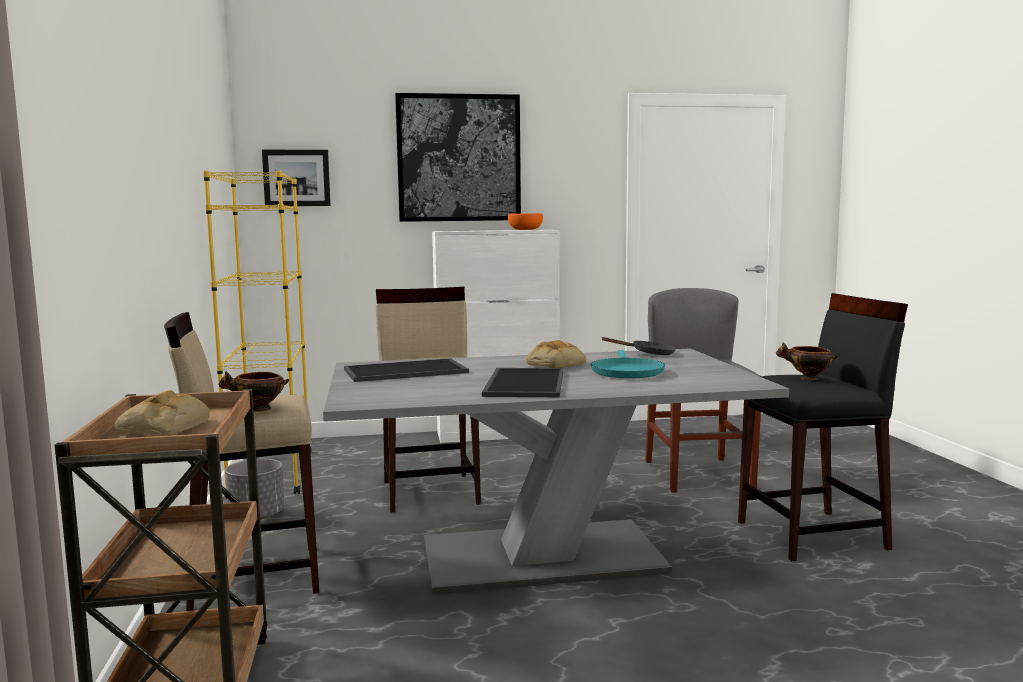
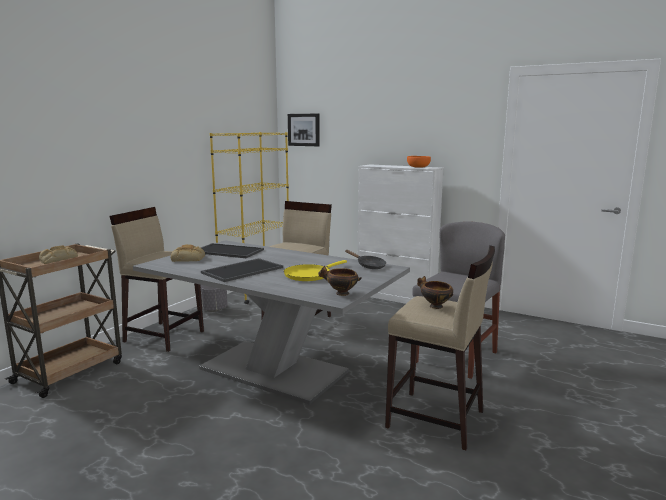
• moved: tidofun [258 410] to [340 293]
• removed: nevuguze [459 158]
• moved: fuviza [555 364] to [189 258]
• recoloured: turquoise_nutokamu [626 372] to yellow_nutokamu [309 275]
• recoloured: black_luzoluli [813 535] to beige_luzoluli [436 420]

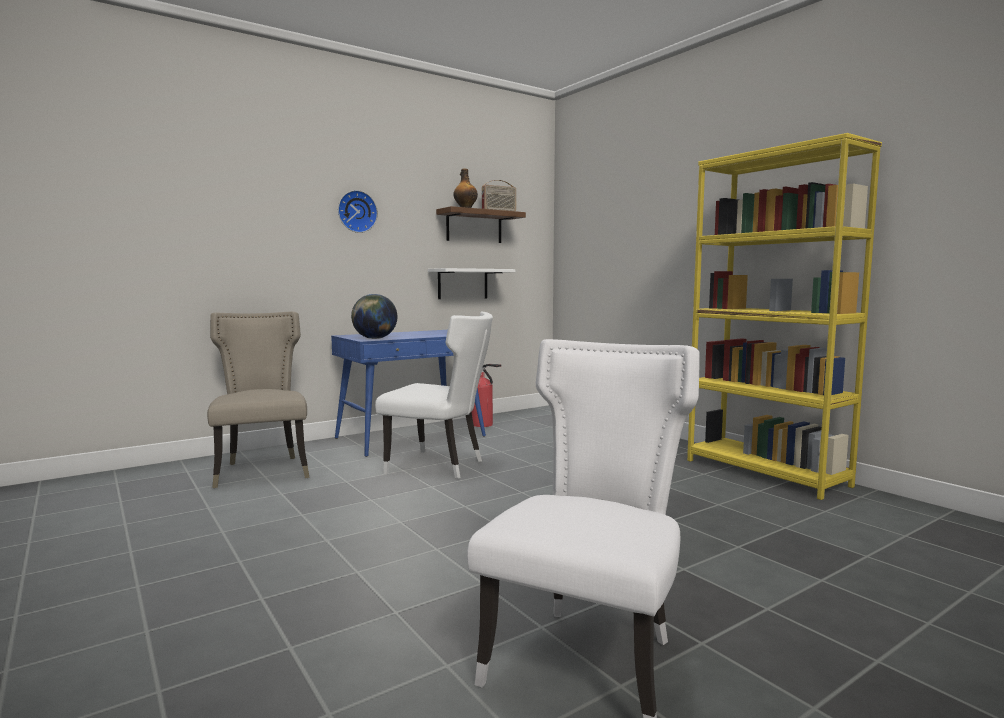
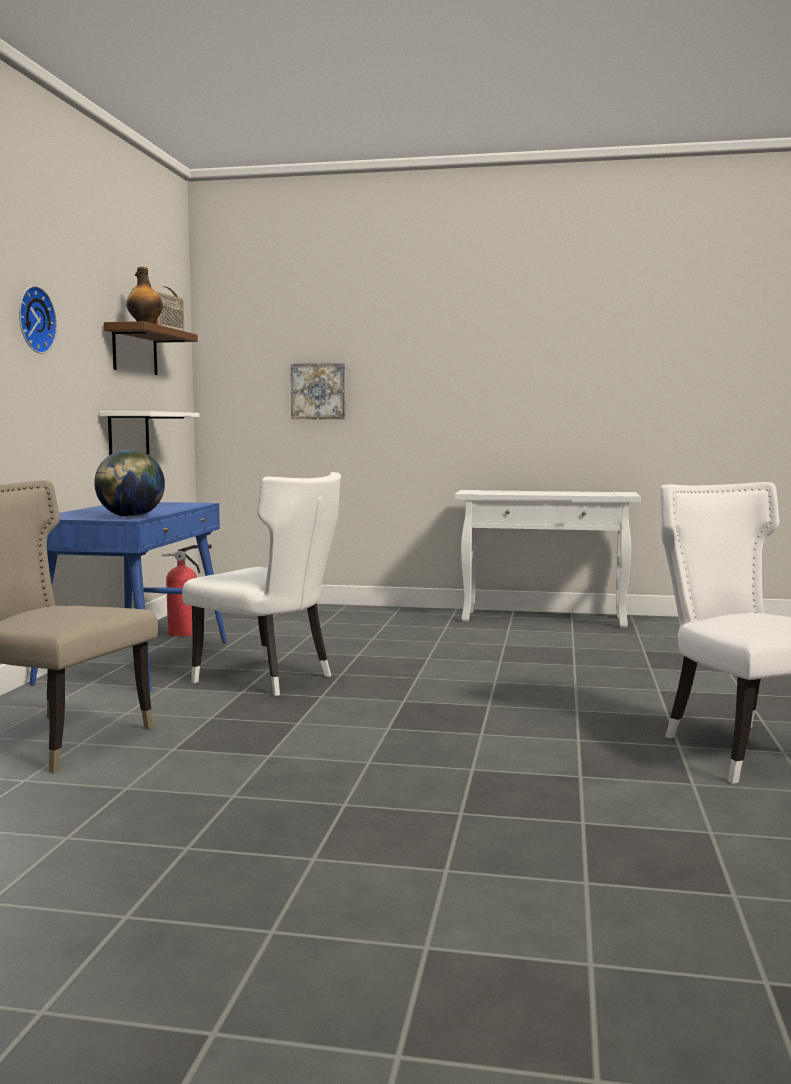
• turned: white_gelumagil [439 466] = [270 679] 60 degrees clockwise
• replaced: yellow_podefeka [765 473] to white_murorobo [545 619]
• added: nevuguze [319 391]

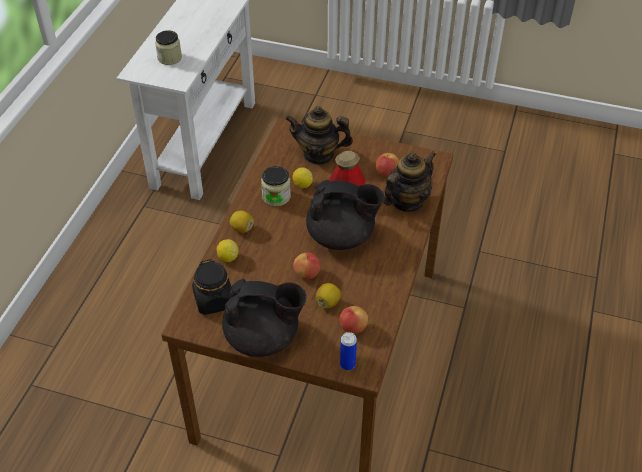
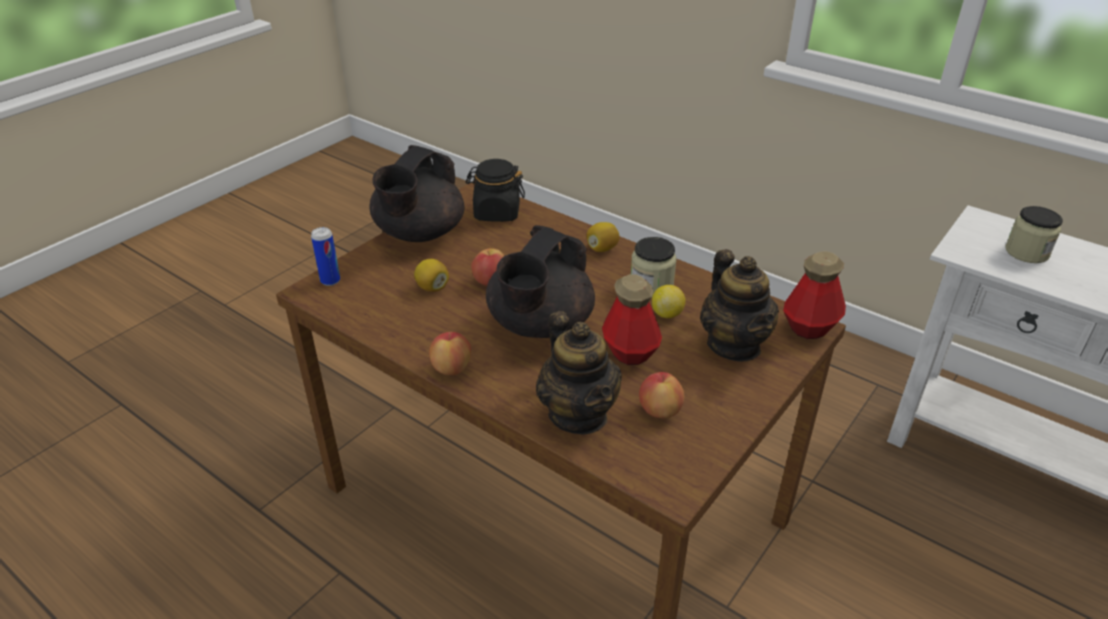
• removed: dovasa [228 257]
• turned: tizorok [318 155] = [734 345] 135 degrees clockwise
• moved: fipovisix [353 328] to [451 368]
• added: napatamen [810 327]

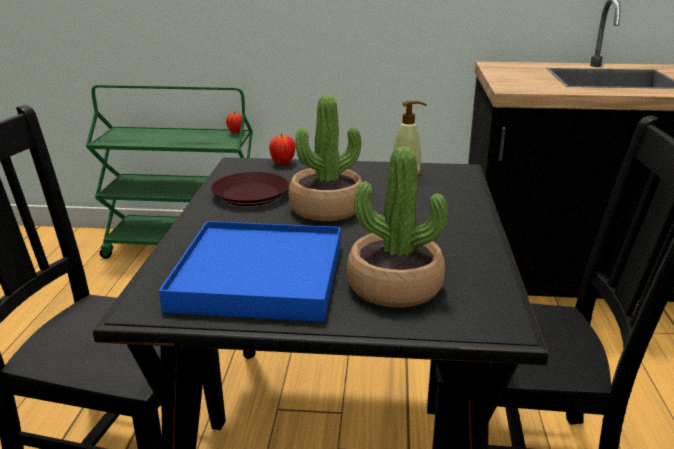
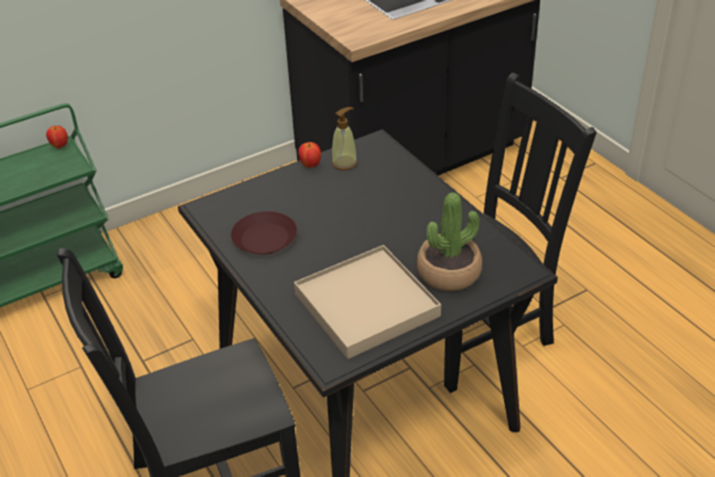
• recoloured: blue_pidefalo [260 276] to beige_pidefalo [366 304]
• moved: fipovisix [283 163] to [310 165]
• removed: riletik [326 209]

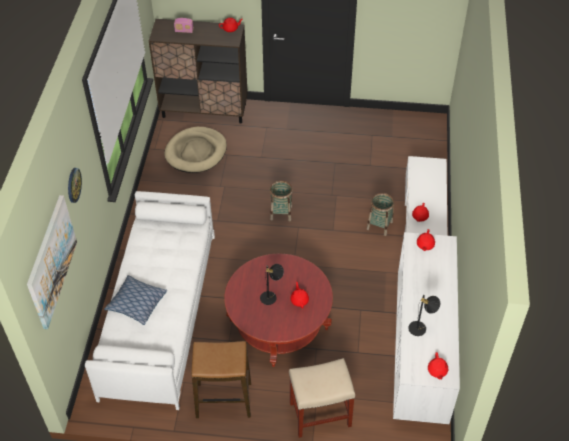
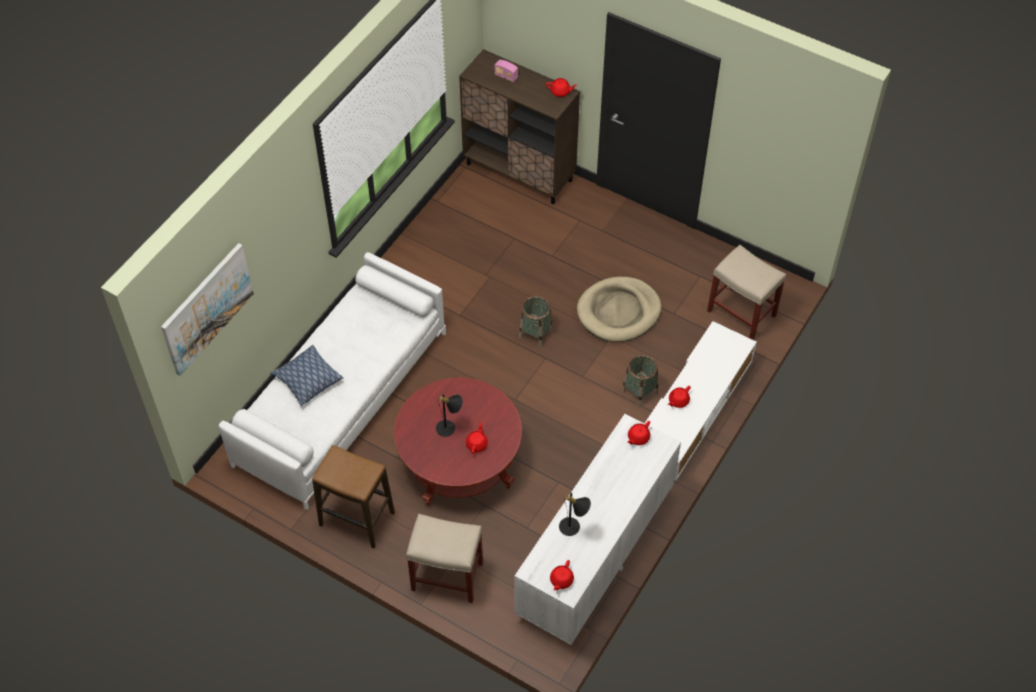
• removed: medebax [73 185]
• moved: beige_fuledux [196 152] to [619 312]
• added: beige_luzoluli [742 313]

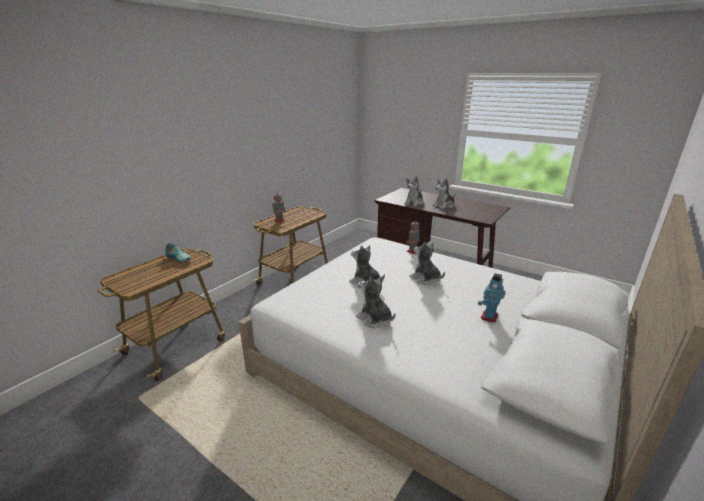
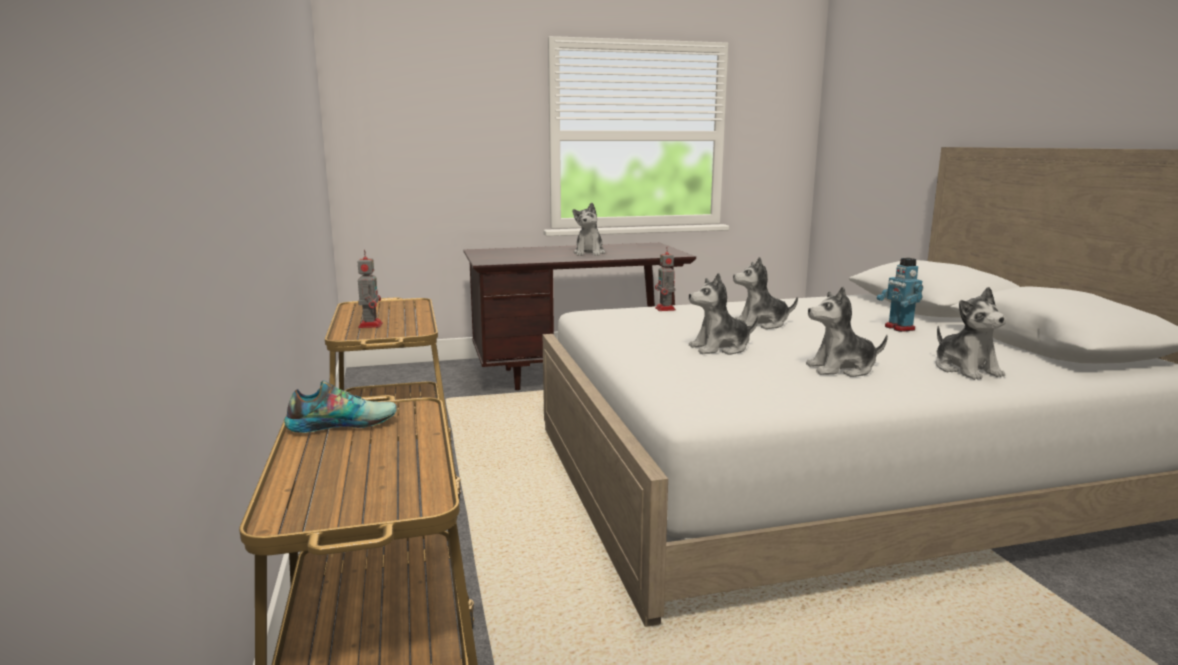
• moved: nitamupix [414 203] to [966 369]

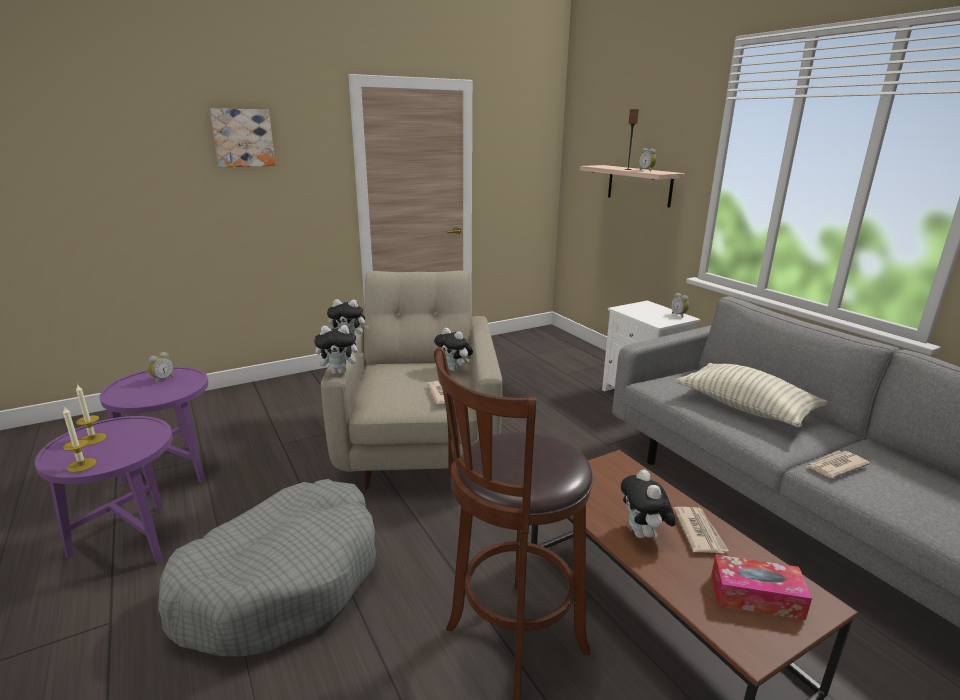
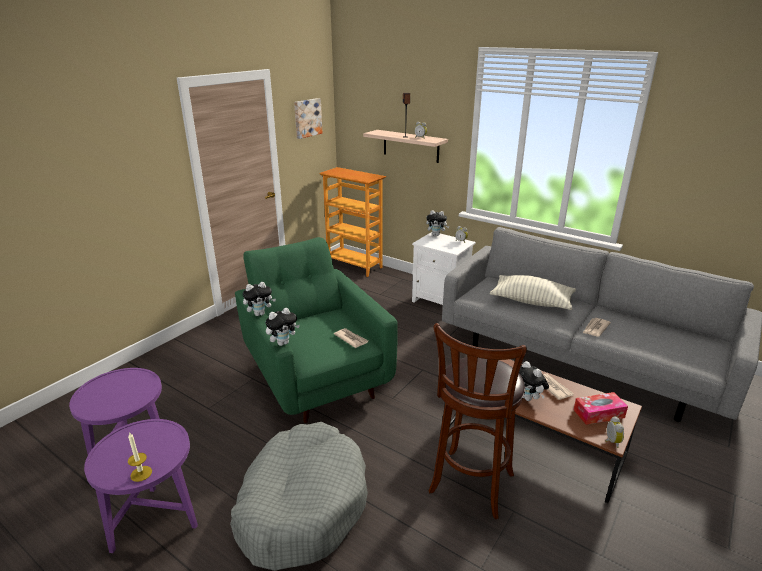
• removed: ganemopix [93 439]
• moved: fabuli [162 379] to [611 441]
• moved: nevuguze [243 138] to [307 118]
• recoloured: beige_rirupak [420 441] to green_rirupak [315 375]
• moved: nitamupix [454 369] to [436 234]
• added: podefeka [355 266]

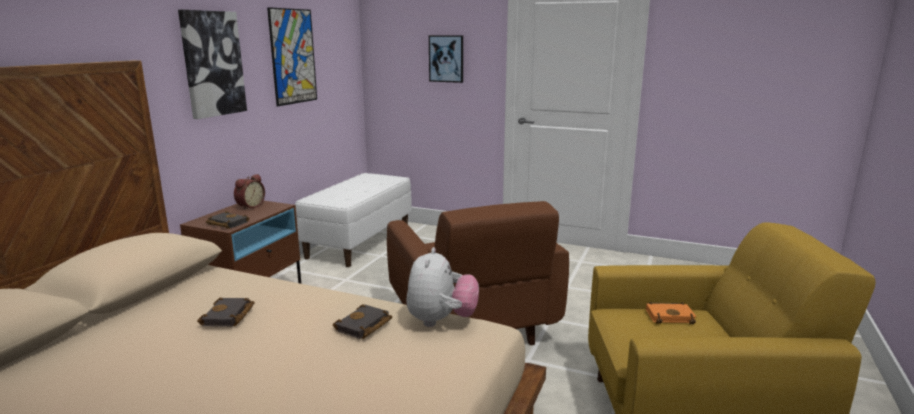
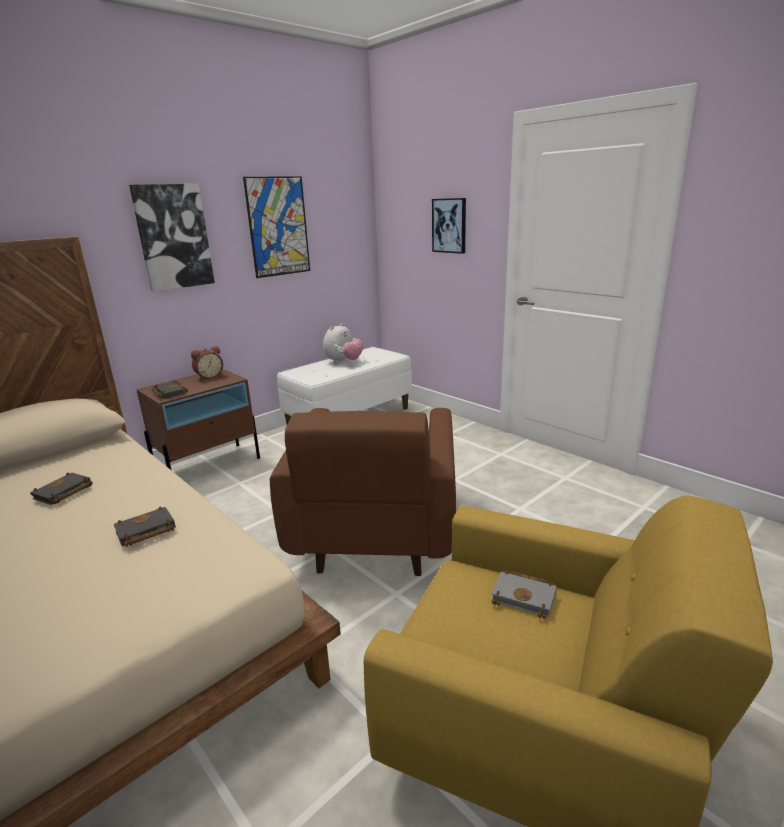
• moved: nitamupix [441 321] to [343 362]
• recoloured: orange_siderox [670 316] to grey_siderox [525 597]

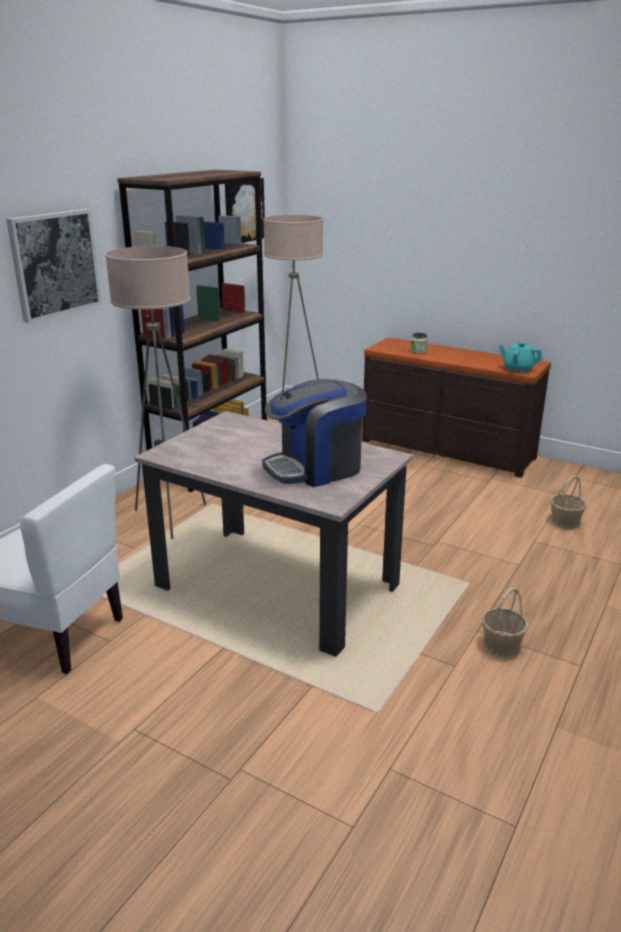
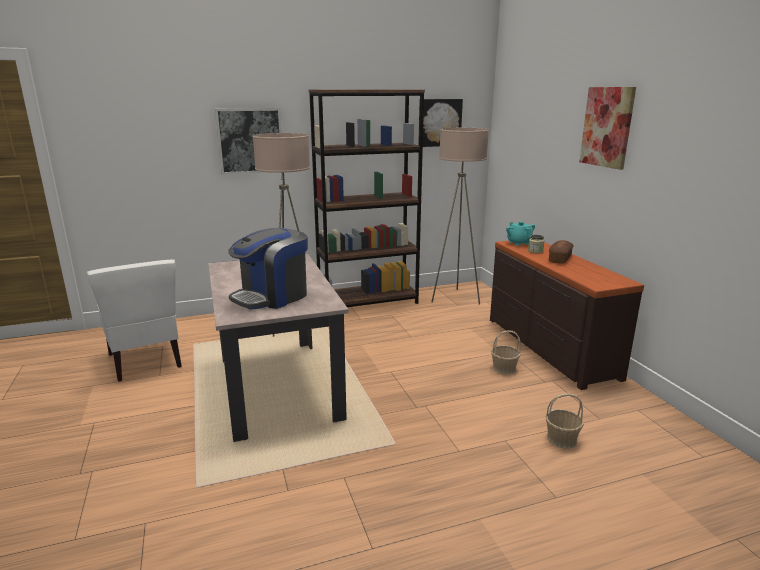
• turned: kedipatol [315 468] = [272 296] 60 degrees counterclockwise
• moved: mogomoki [501 645] to [504 368]
• moved: turquoise_tizorok [518 369] to [519 243]
• added: fuviza [559 259]
• added: nevuguze [607 127]

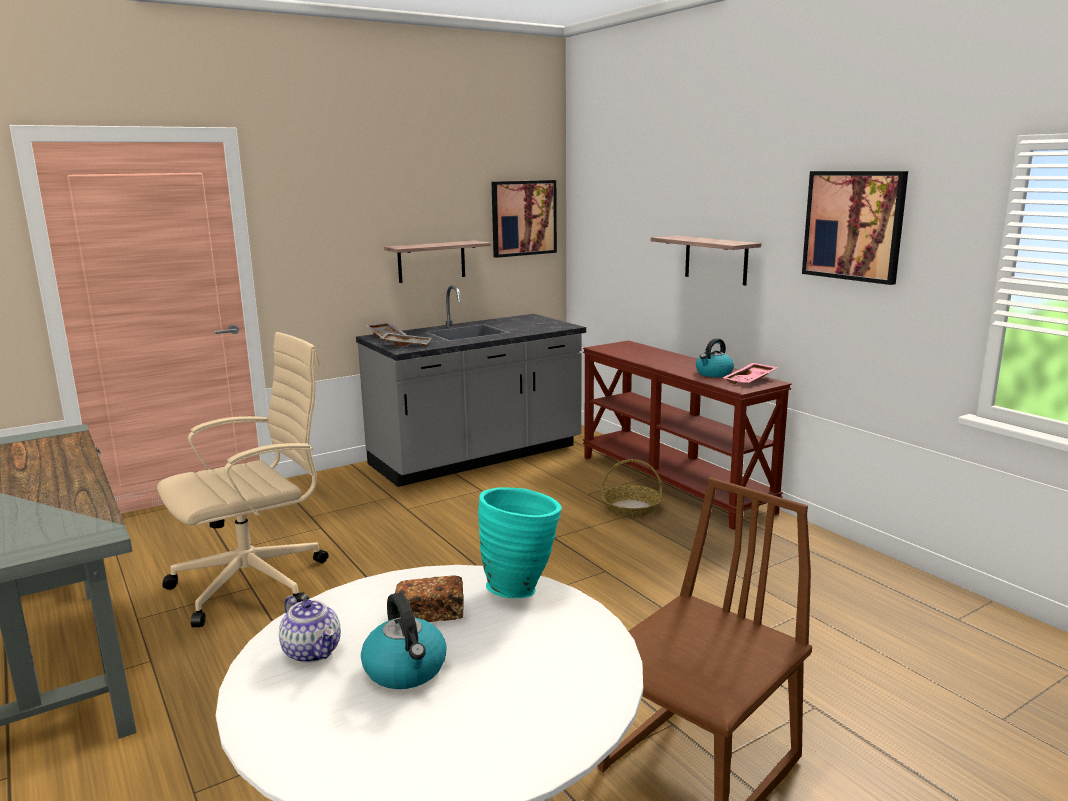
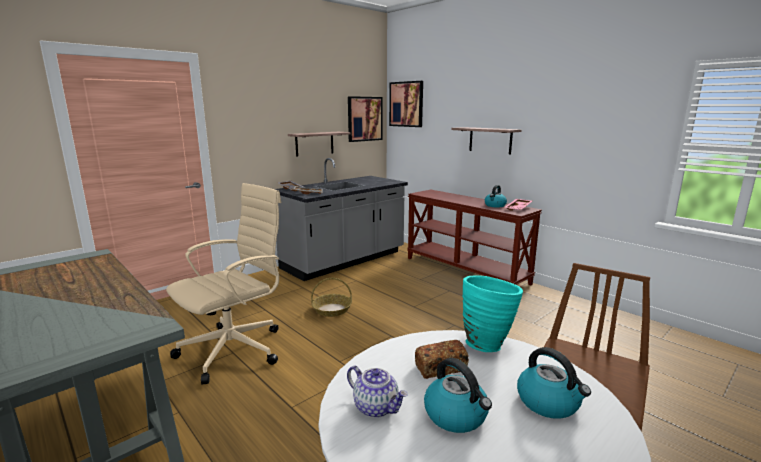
• moved: mogomoki [631 508] to [332 309]
• moved: nevuguze [853 225] to [406 104]
• added: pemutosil [549 402]

